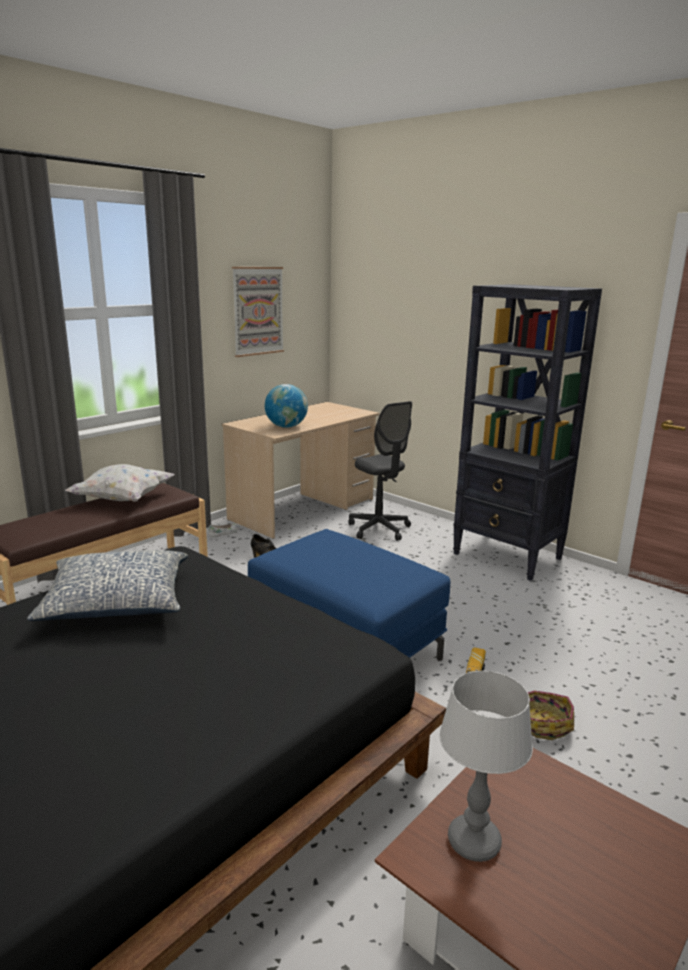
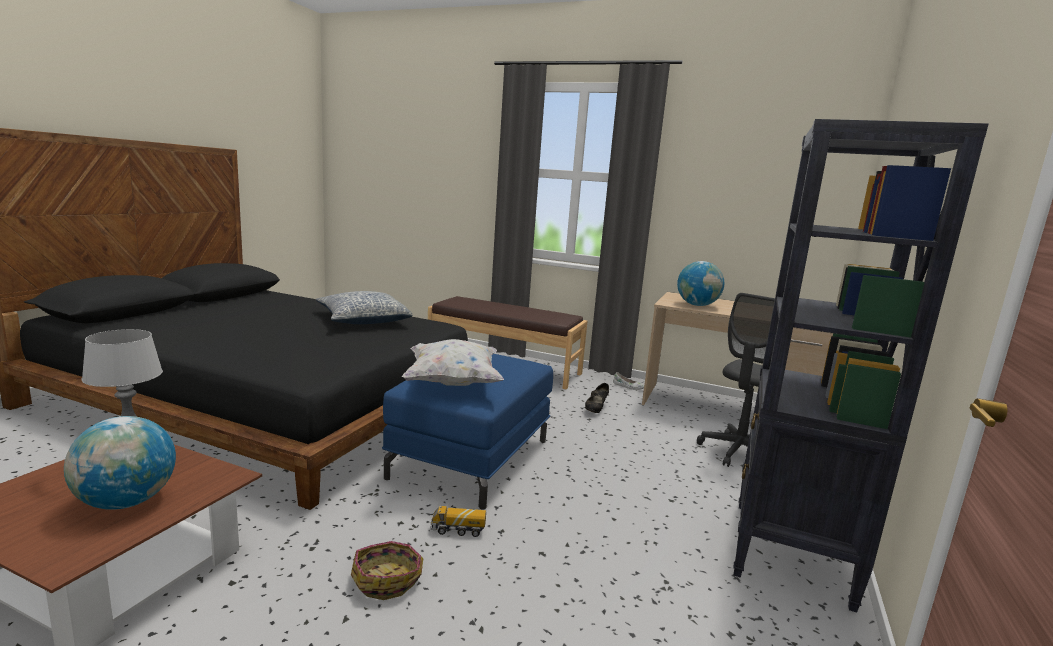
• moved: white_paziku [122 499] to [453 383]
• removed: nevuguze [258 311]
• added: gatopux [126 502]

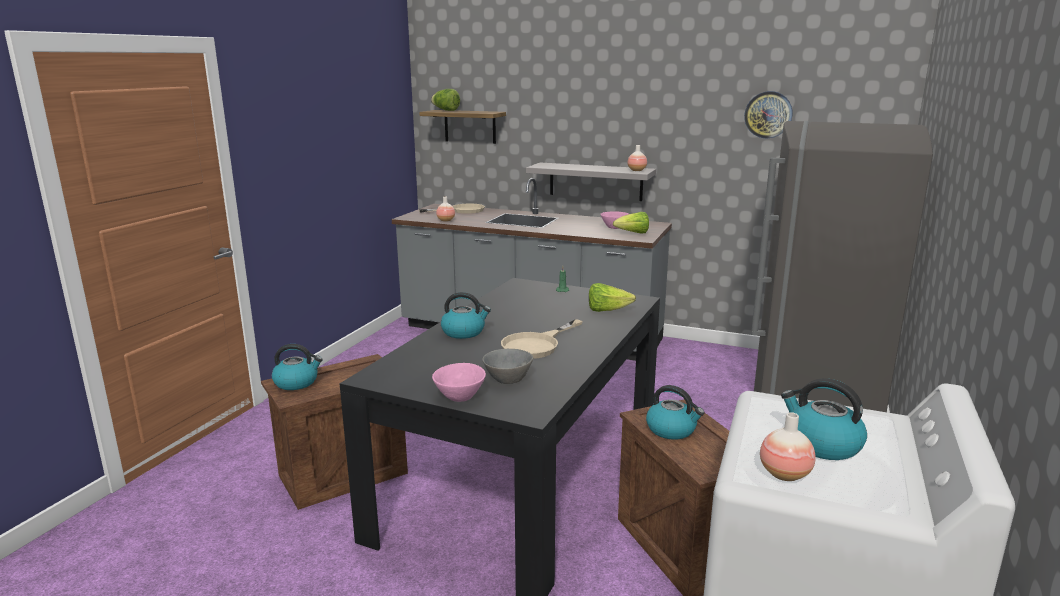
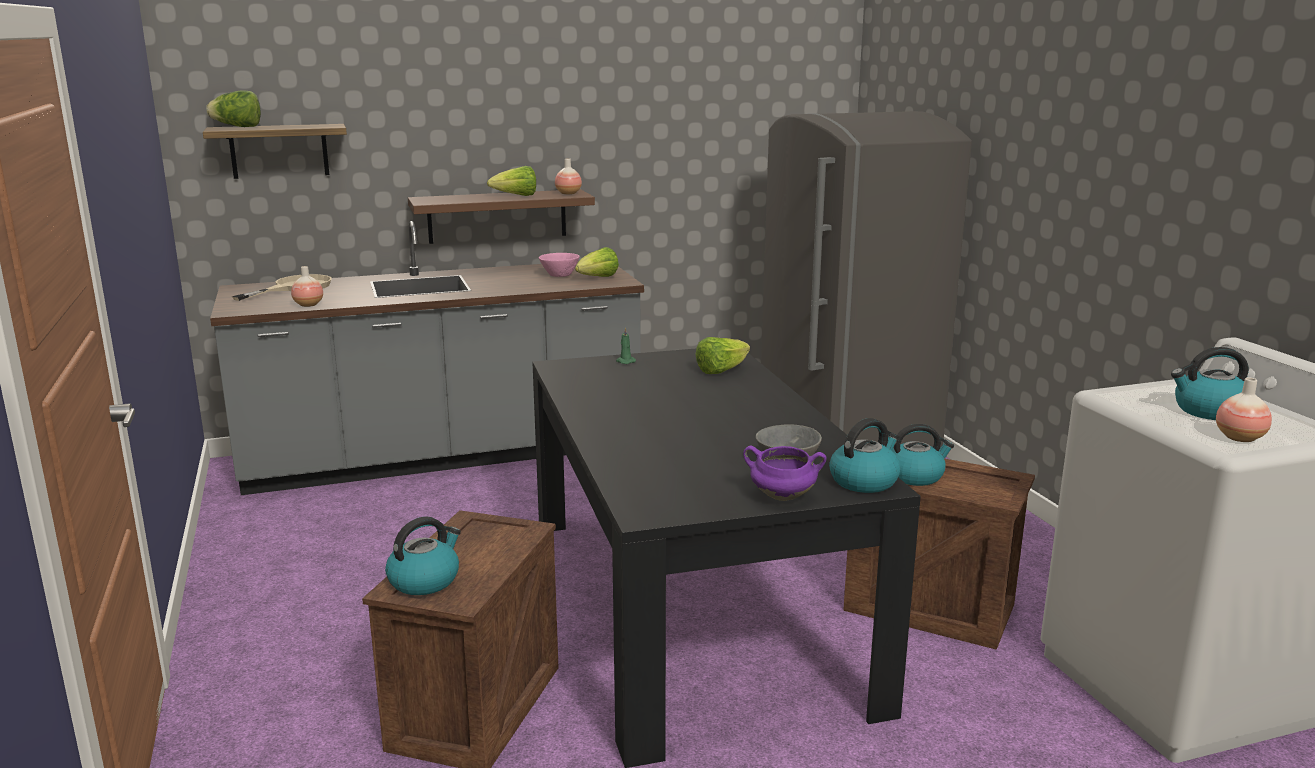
• replaced: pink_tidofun [458 396] to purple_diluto [781 497]
• moved: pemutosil [464 332] to [864 481]
• removed: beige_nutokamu [537 344]
• recoloured: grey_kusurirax [595 181] to brown_kusurirax [497 216]
• removed: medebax [768 114]
• added: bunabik [516 196]

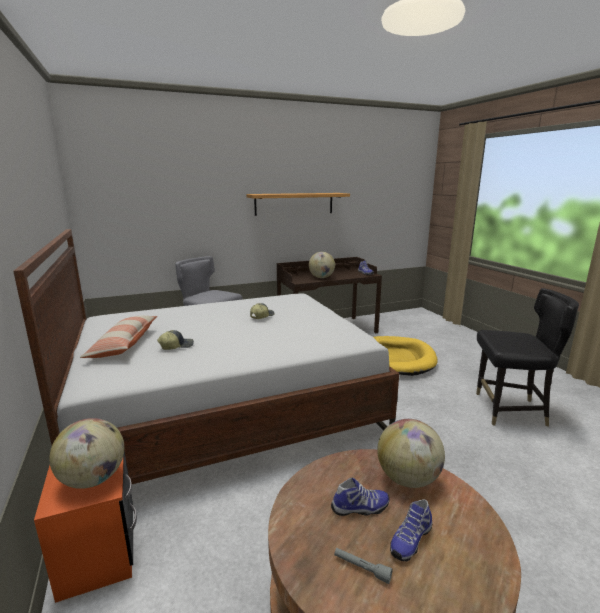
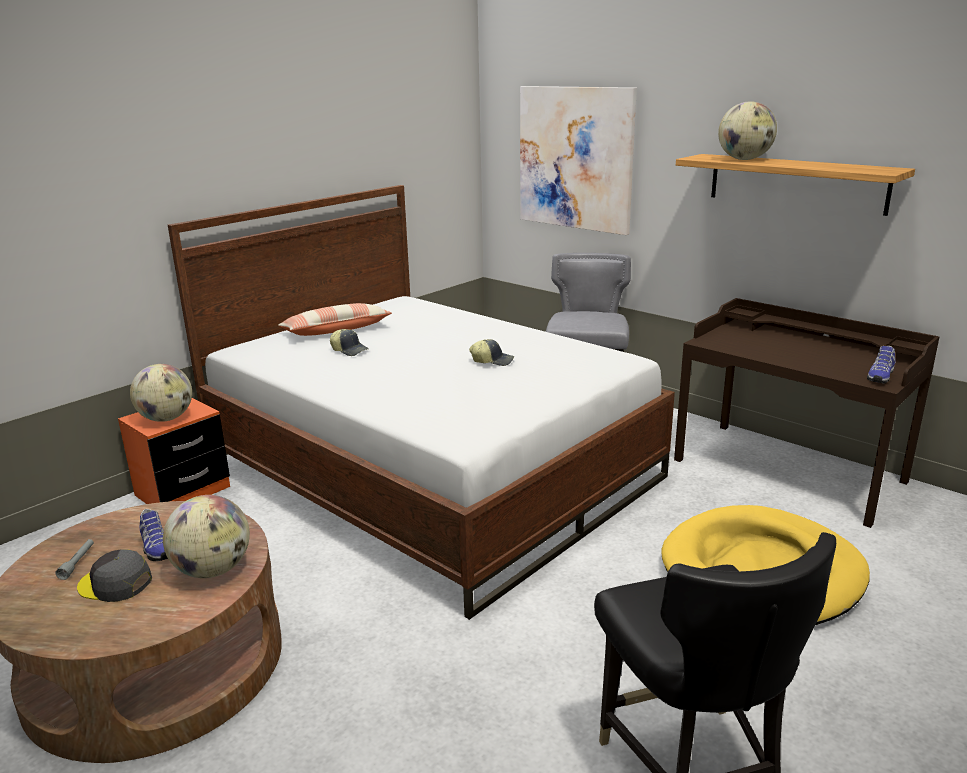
• moved: gatopux [321 277] to [744 159]
• replaced: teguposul [410 539] to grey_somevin [115 584]
• added: nevuguze [575 158]

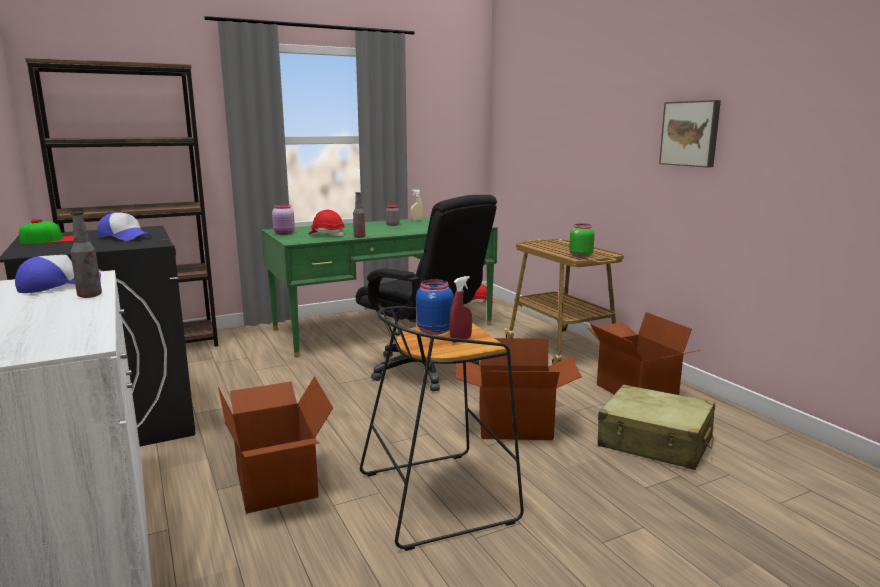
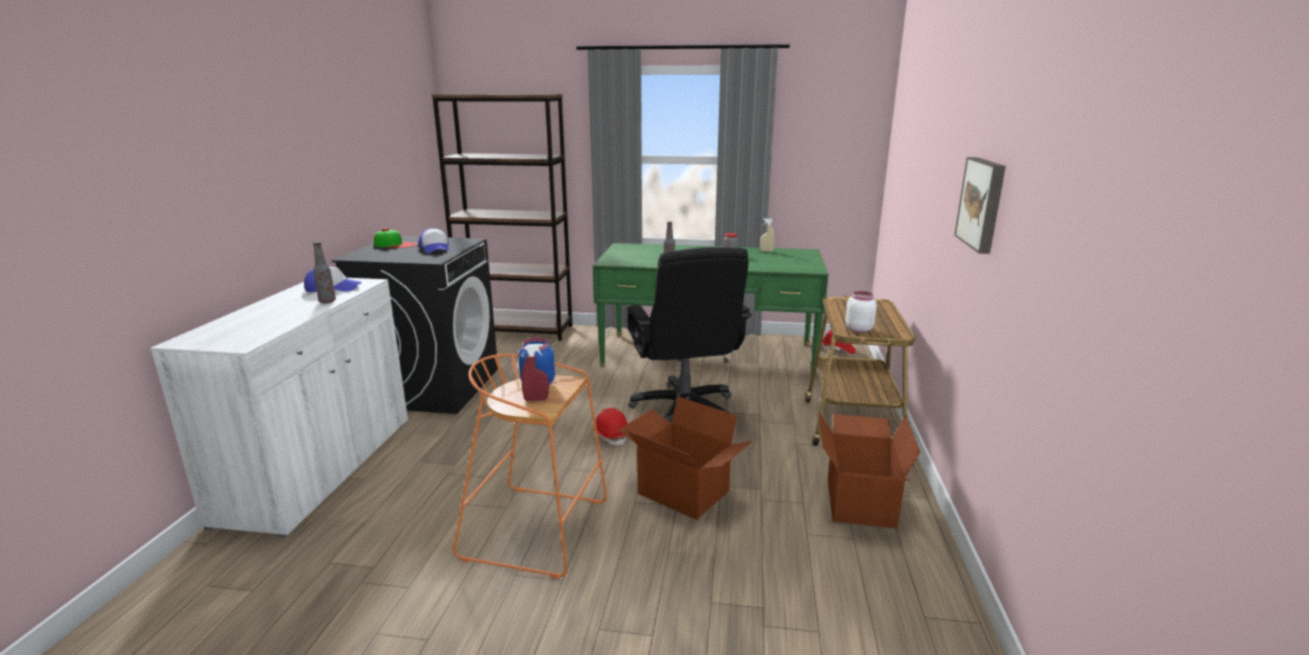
• removed: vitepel [278 483]
• removed: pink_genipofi [284 233]
• moved: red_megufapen [326 235] to [610 435]
• recoloured: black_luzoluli [439 496] to orange_luzoluli [539 529]
• recoloured: green_genipofi [580 256] to white_genipofi [858 329]
• removed: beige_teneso [655 442]

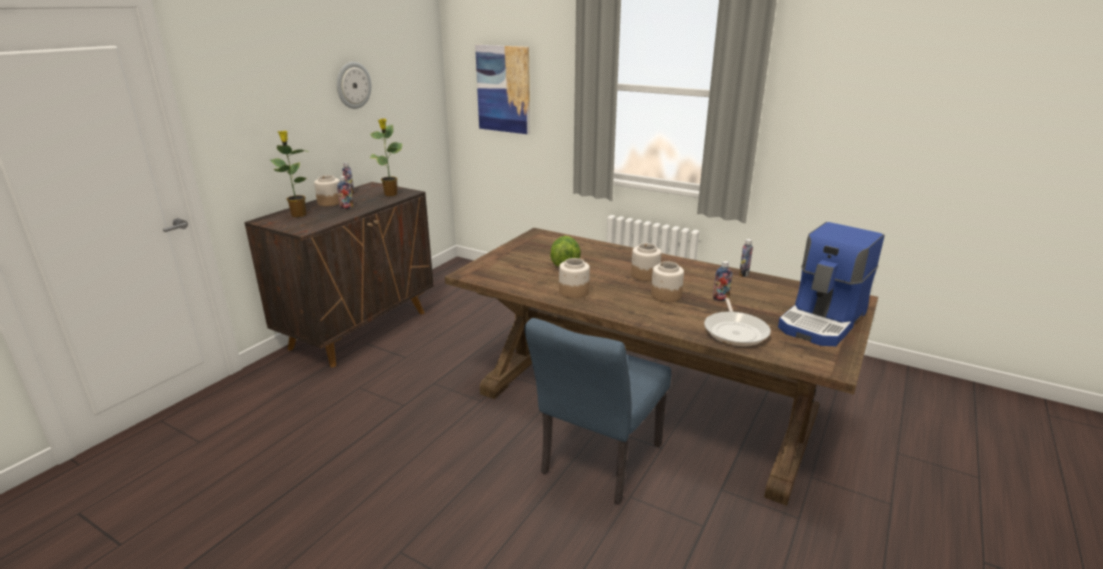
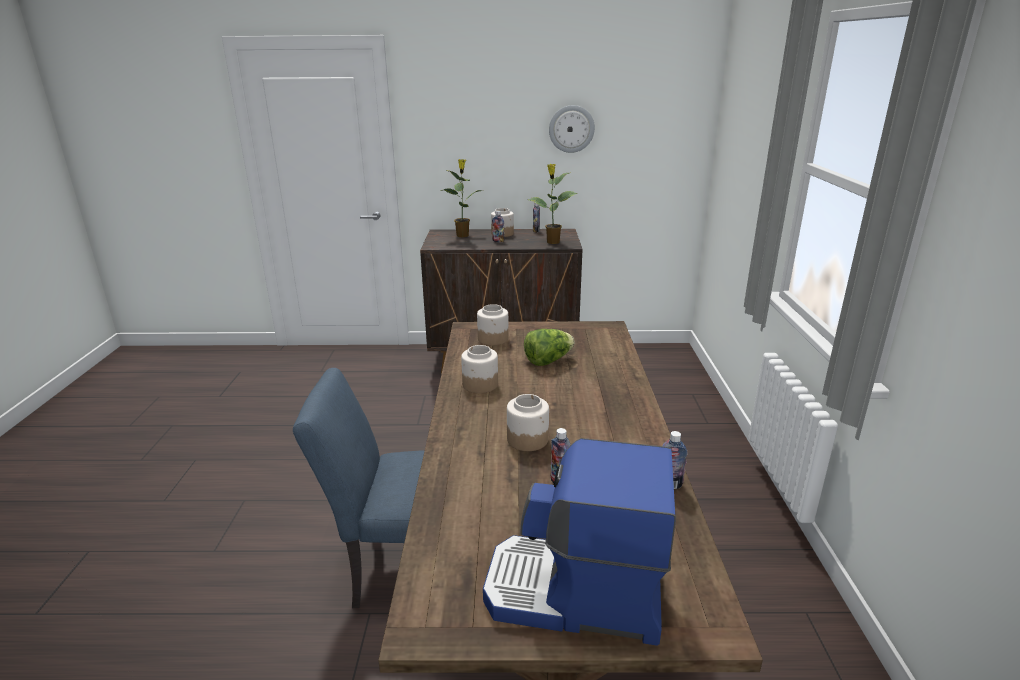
• removed: nevuguze [503 89]
• moved: genipofi [645 275] to [493 339]
• removed: nutokamu [735 331]

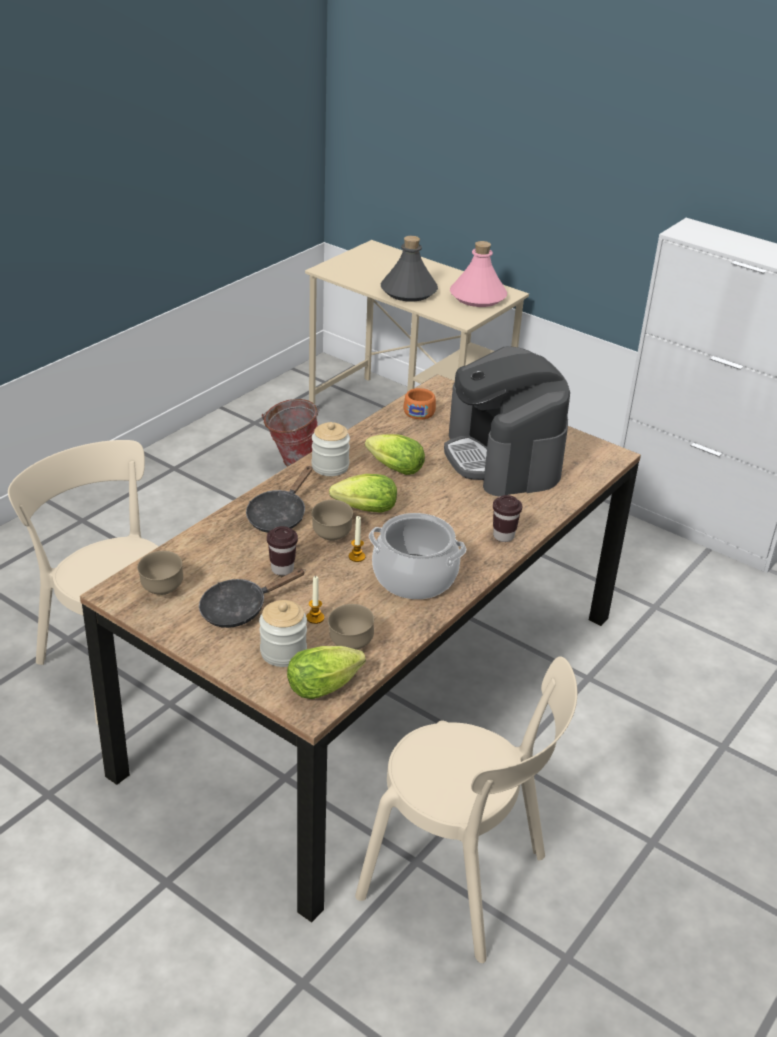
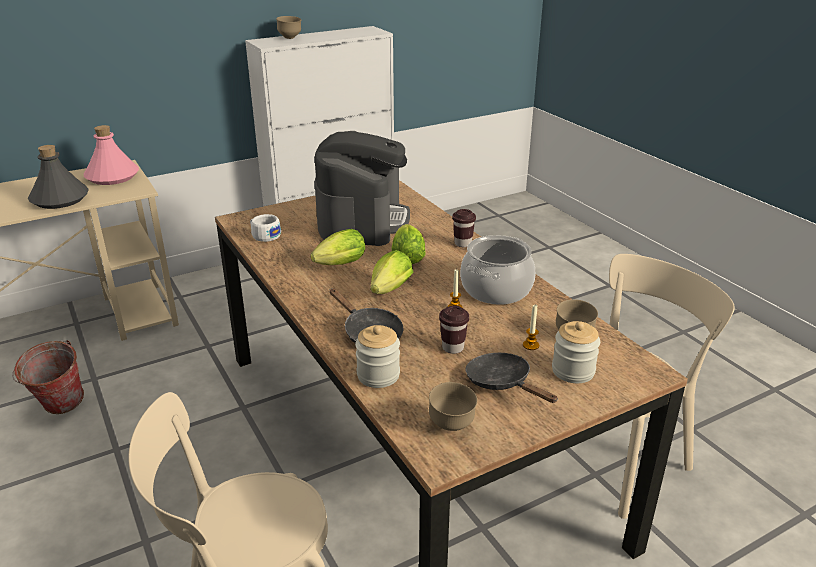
• turned: black_nutokamu [239 609] = [502 383] 150 degrees clockwise
• moved: bunabik [327 686] to [407 256]
• moved: genipofi [330 466] to [378 375]
• moved: brown_tidofun [331 537] to [290 38]
• recoloured: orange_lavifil [420 411] to white_lavifil [264 235]
• turned: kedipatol [503 458] = [362 220] 90 degrees counterclockwise

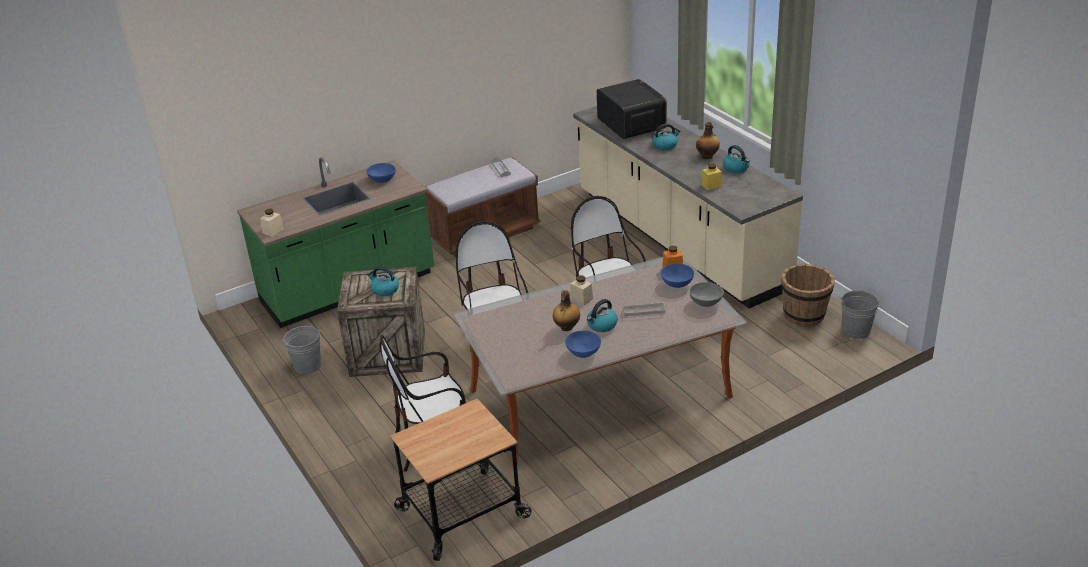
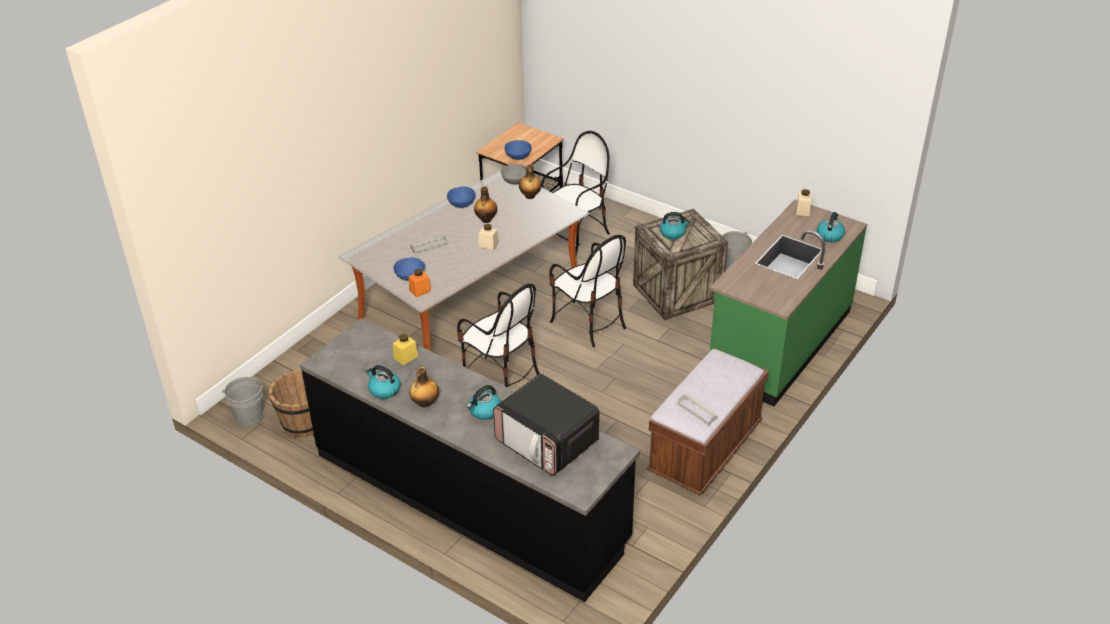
• moved: blue_tidofun [382 180] to [518 157]
• recoloured: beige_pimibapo [678 240] to black_pimibapo [470 497]
• moved: pemutosil [601 325] to [830 235]
• moved: grey_tidofun [706 302] to [515 181]
• added: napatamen [530 196]

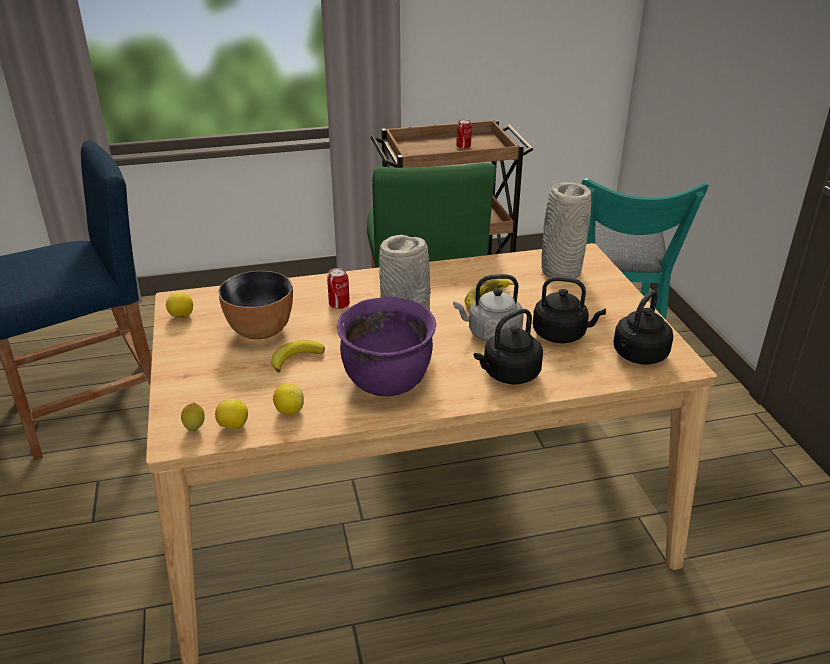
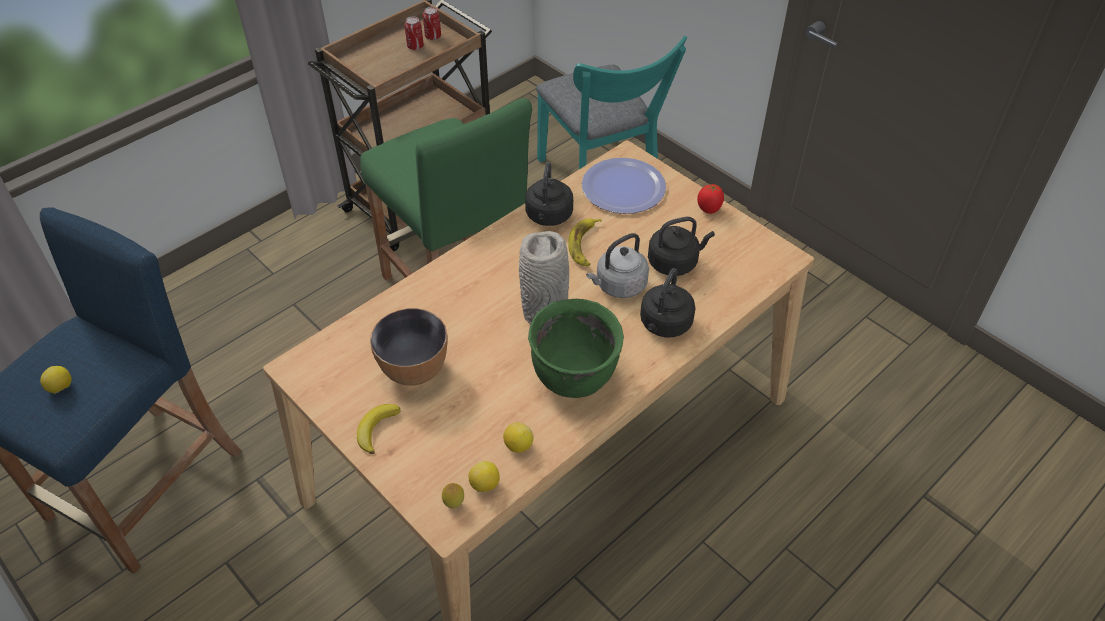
• moved: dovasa [181 316] to [61 388]
• moved: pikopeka [295 358] to [376 429]
• moved: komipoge [339 305] to [433 36]
• recoloured: purple_diluto [388 382] to green_diluto [575 377]
• replaced: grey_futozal [560 272] to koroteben [623 188]
• moved: black_pemutosil [638 356] to [548 217]
• added: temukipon [709 210]

